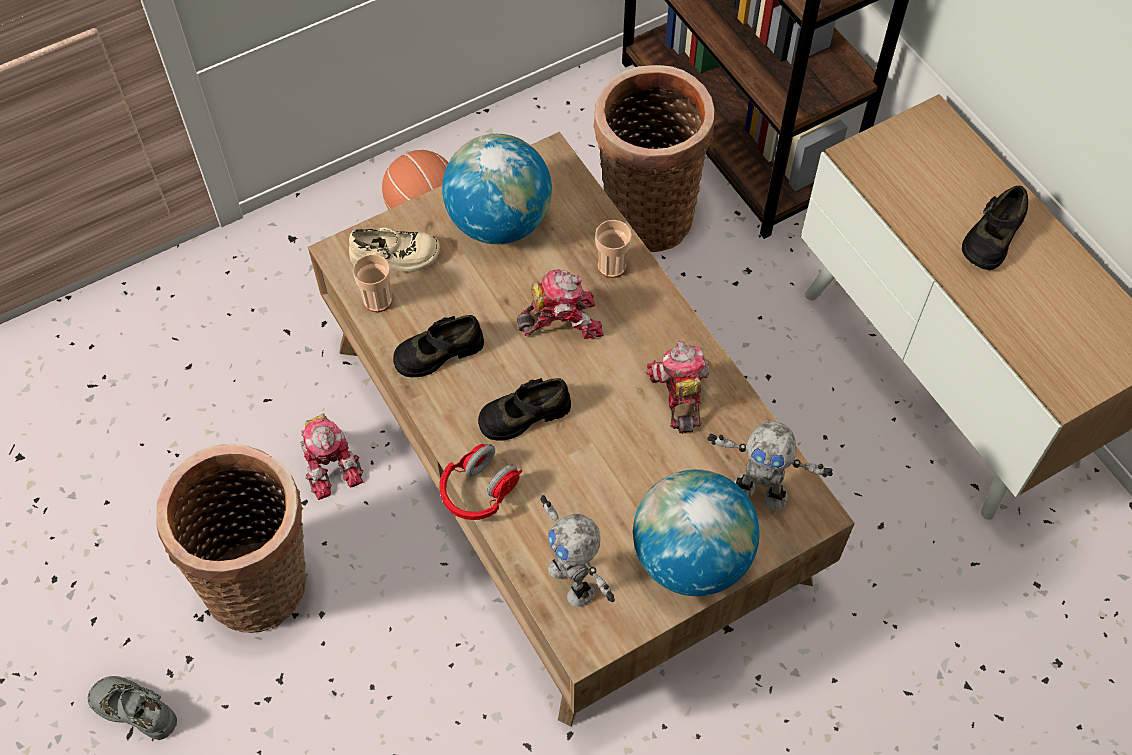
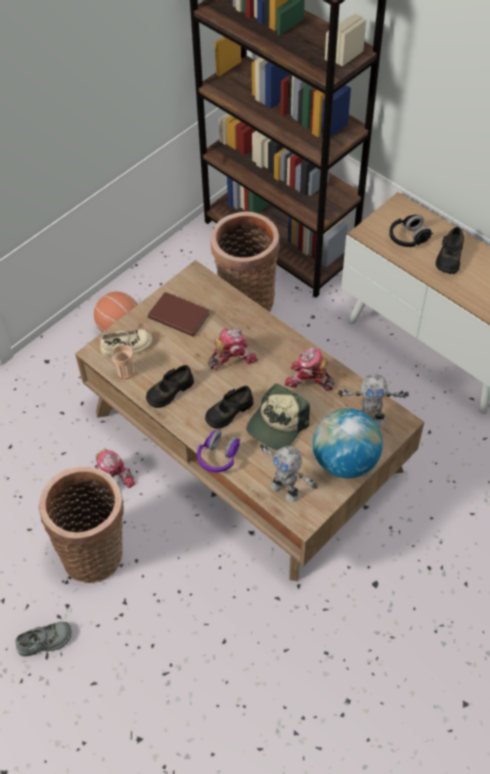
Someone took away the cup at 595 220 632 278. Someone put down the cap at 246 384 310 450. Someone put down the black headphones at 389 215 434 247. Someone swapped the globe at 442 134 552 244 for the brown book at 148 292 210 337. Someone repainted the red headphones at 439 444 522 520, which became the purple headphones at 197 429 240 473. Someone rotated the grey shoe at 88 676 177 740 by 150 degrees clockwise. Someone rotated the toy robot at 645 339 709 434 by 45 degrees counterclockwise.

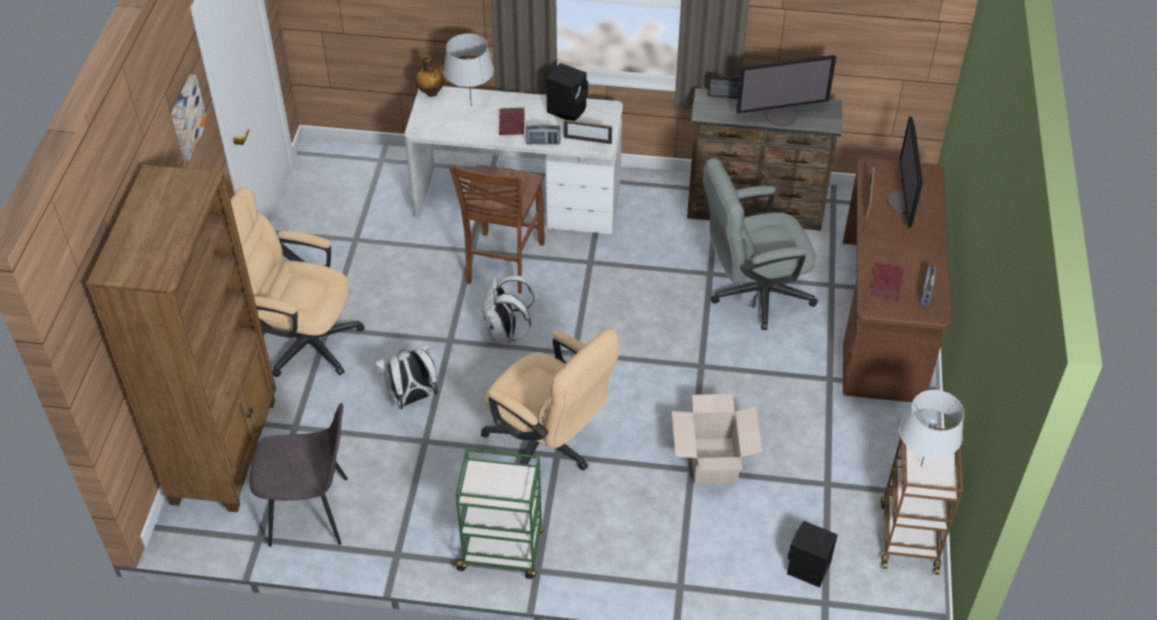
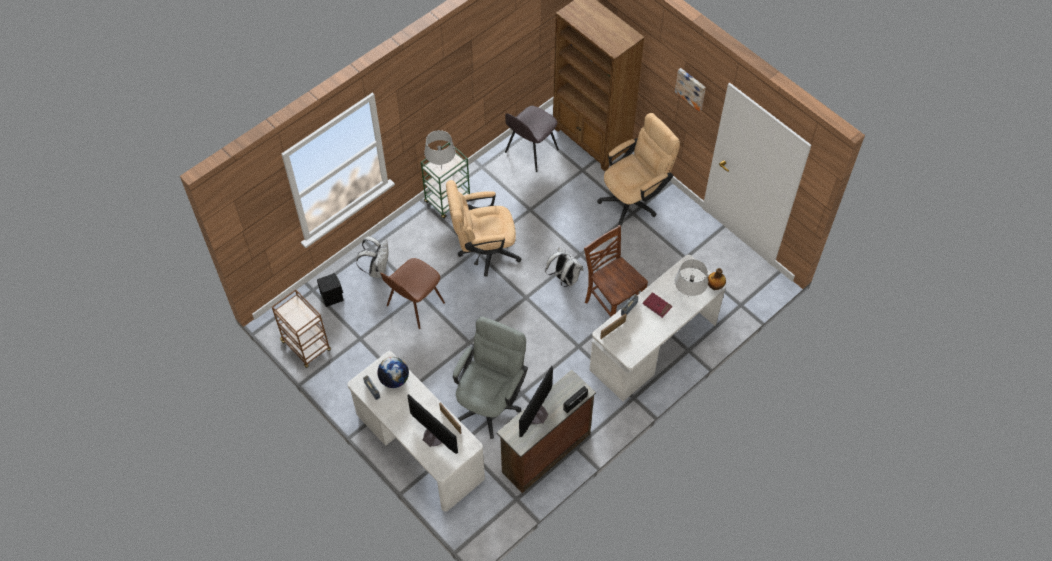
Someone took away the black speaker at 546 63 588 121. Someone carried the white backpack from 375 344 438 409 to 356 236 389 278. Someone carried the grey table lamp from 899 390 964 466 to 424 130 456 169. Someone swapped the cardboard box at 672 394 762 485 for the brown chair at 380 258 445 329. Someone swapped the red book at 871 263 903 301 for the globe at 377 357 409 388. Someone repainted the brown desk at 842 158 952 402, which became the white desk at 347 351 485 512.

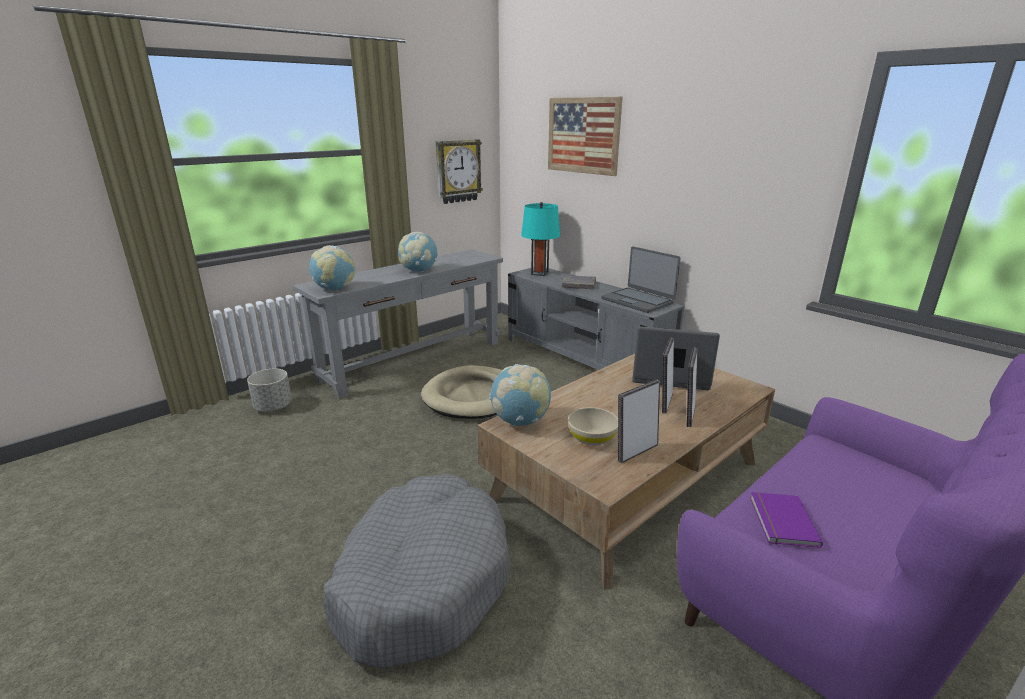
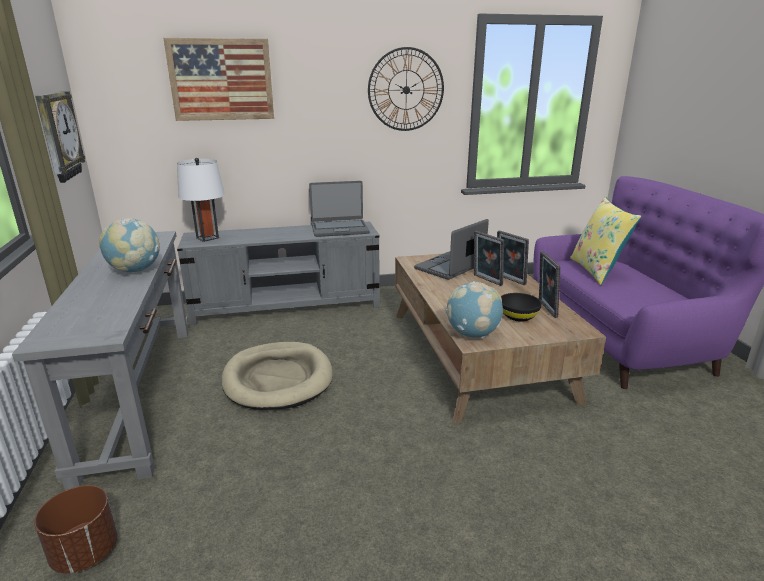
Someone took away the globe at 309 245 356 290. Someone took away the grey dog bed at 323 474 510 668. Someone took away the grey book at 562 275 596 289. Someone took away the purple book at 750 492 823 548. Someone put up the wall clock at 368 47 444 131. Someone put down the yellow pillow at 570 197 641 285. Someone repainted the grey planter at 247 369 292 412, which became the brown planter at 34 485 117 573. Someone repainted the turquoise table lamp at 521 202 560 276, which became the white table lamp at 177 158 225 242. Someone repainted the beige bowl at 568 407 618 446, which became the black bowl at 501 293 542 322.

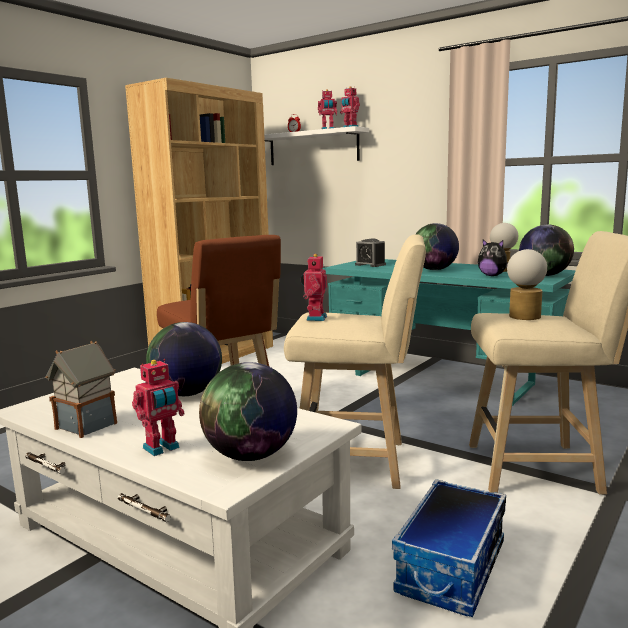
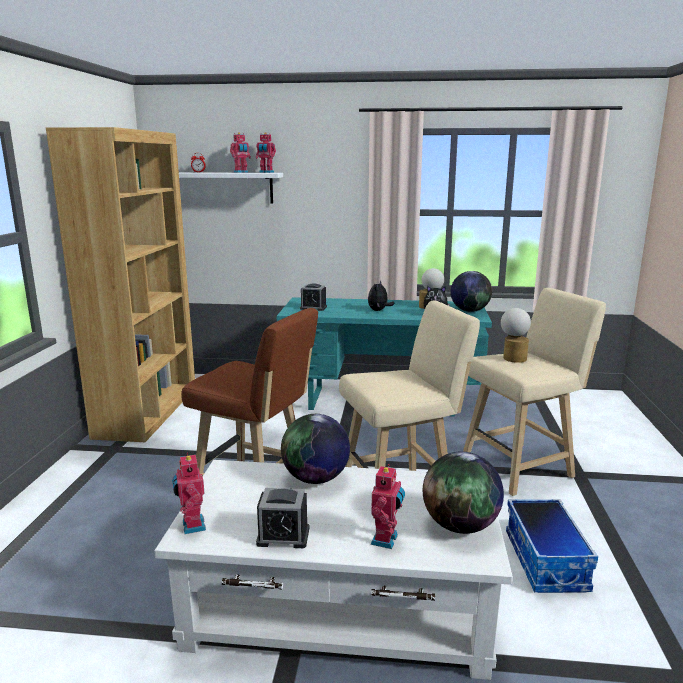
Someone carried the toy robot from 301 254 327 321 to 172 452 206 534. Someone swapped the toy house at 45 341 117 438 for the alarm clock at 256 488 309 548. Someone swapped the globe at 416 223 459 270 for the plush toy at 368 280 395 311.

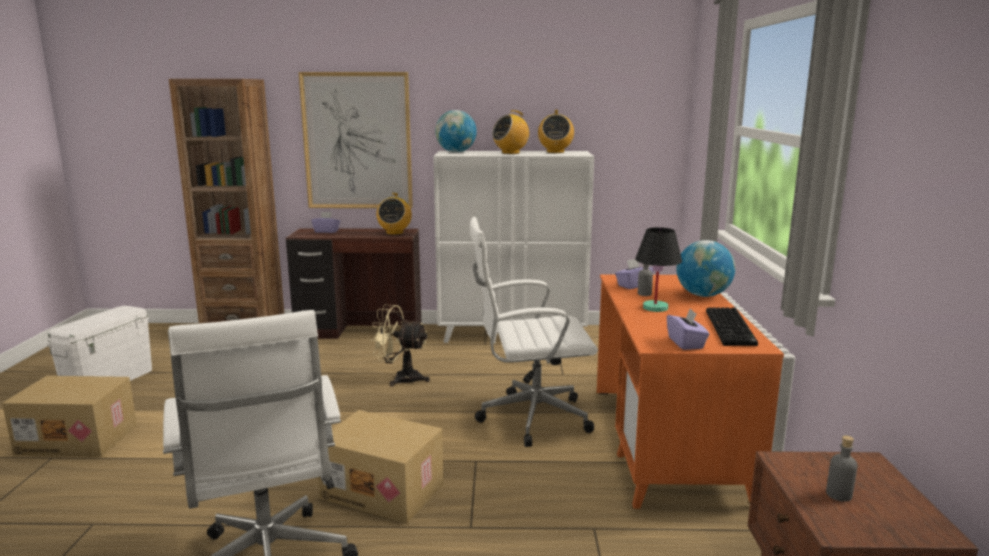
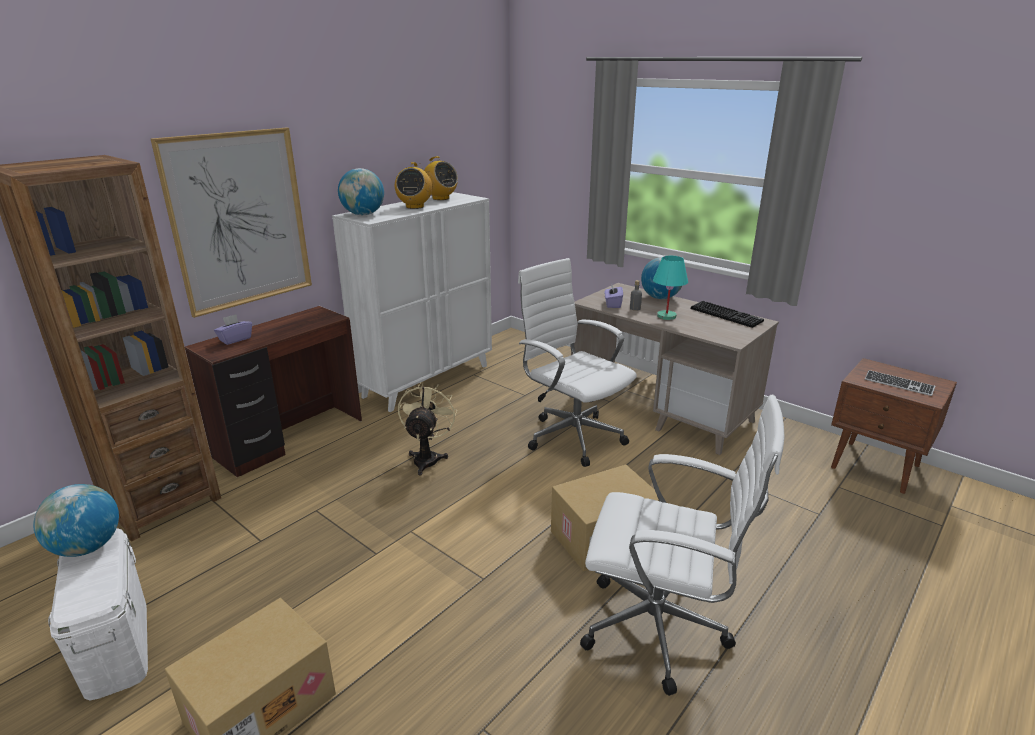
Someone took away the radio at 376 193 412 235. Someone took away the purple tissue box at 667 308 709 350. Someone put down the globe at 33 484 119 557. Someone swapped the grey bottle at 826 435 858 502 for the keyboard at 865 370 935 396. Someone repainted the orange desk at 597 274 784 509, which became the beige desk at 569 283 779 455. Someone repainted the black table lamp at 635 227 682 312, which became the turquoise table lamp at 653 256 688 320. Someone rotated the beige fan at 370 305 430 387 by 135 degrees clockwise. Someone rotated the white office chair at 470 217 598 447 by 105 degrees clockwise.

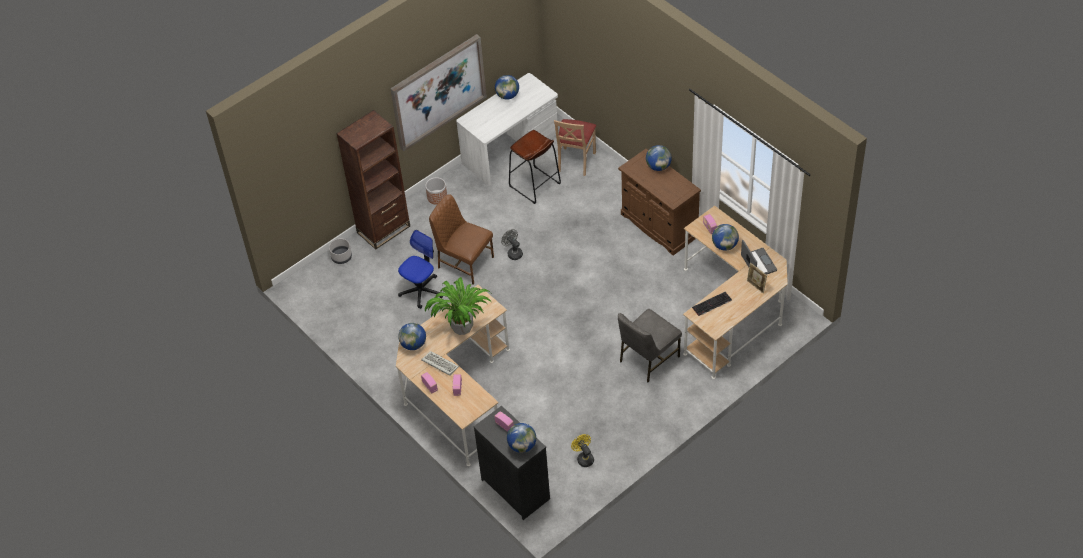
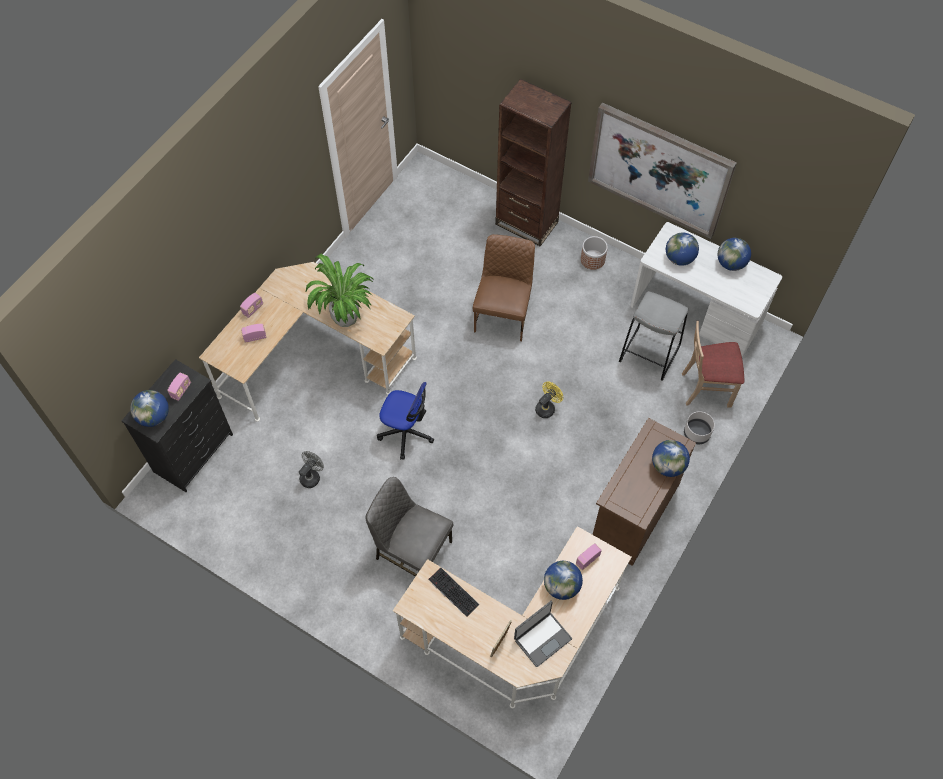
Someone took away the keyboard at 421 351 459 376. Someone carried the grey planter from 329 239 352 264 to 684 411 715 444. Someone carried the office chair from 398 230 443 309 to 377 382 434 459. Someone carried the globe from 398 323 426 350 to 666 233 699 266. Someone carried the grey fan from 501 229 523 260 to 299 451 324 488. Someone carried the yellow fan from 571 434 594 467 to 535 382 563 418. Someone repainted the brown stool at 509 130 561 204, which became the grey stool at 619 291 688 381.

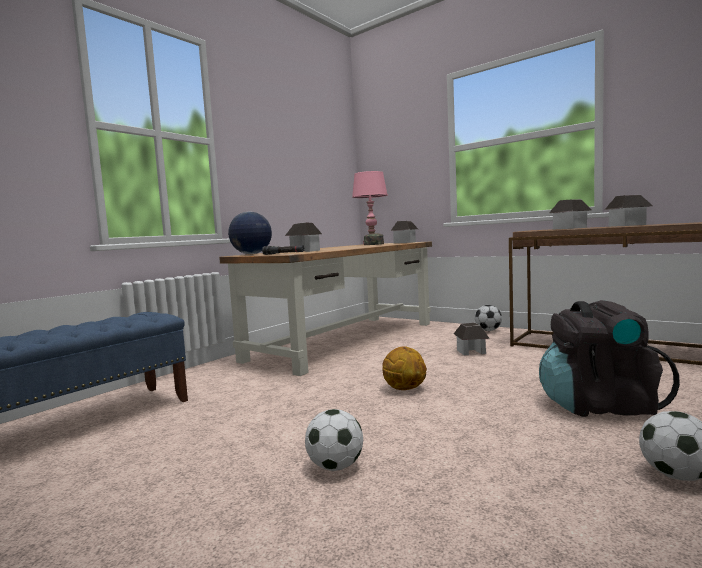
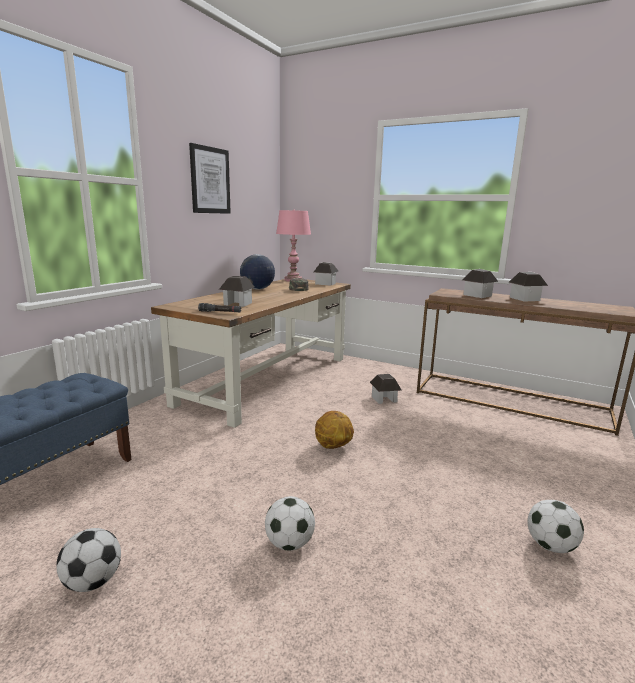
Someone took away the black backpack at 539 300 680 417. Someone put up the picture at 189 143 231 214. Someone carried the globe from 228 212 272 254 to 240 254 275 290. Someone carried the football from 475 305 502 331 to 57 528 121 592.

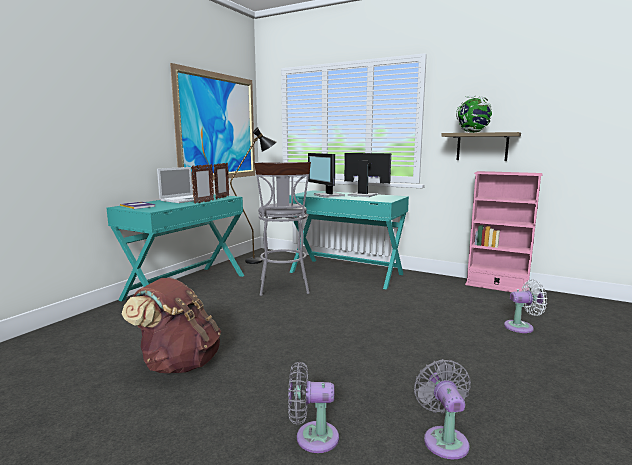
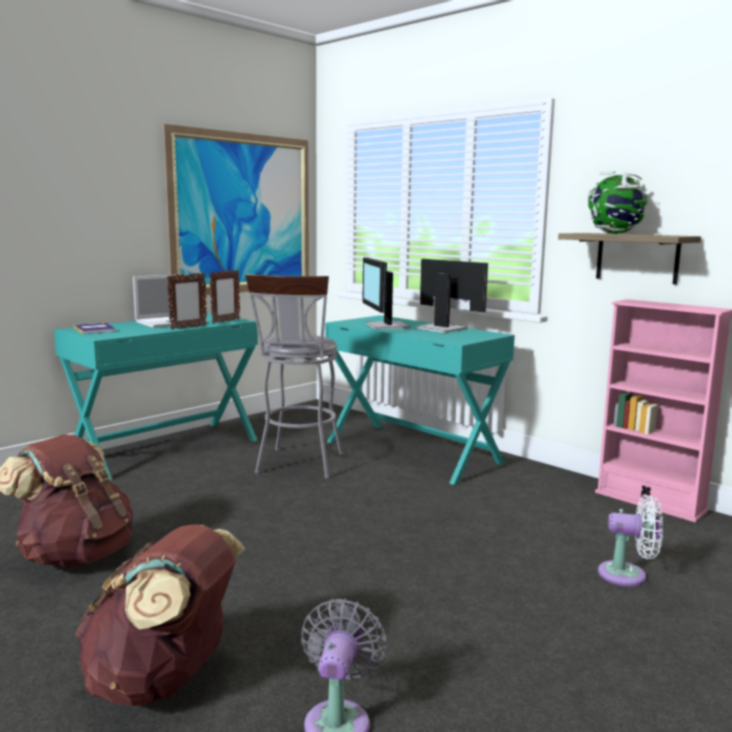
Someone took away the black floor lamp at 230 127 277 264. Someone swapped the grey fan at 288 362 339 453 for the brown backpack at 76 525 245 706.

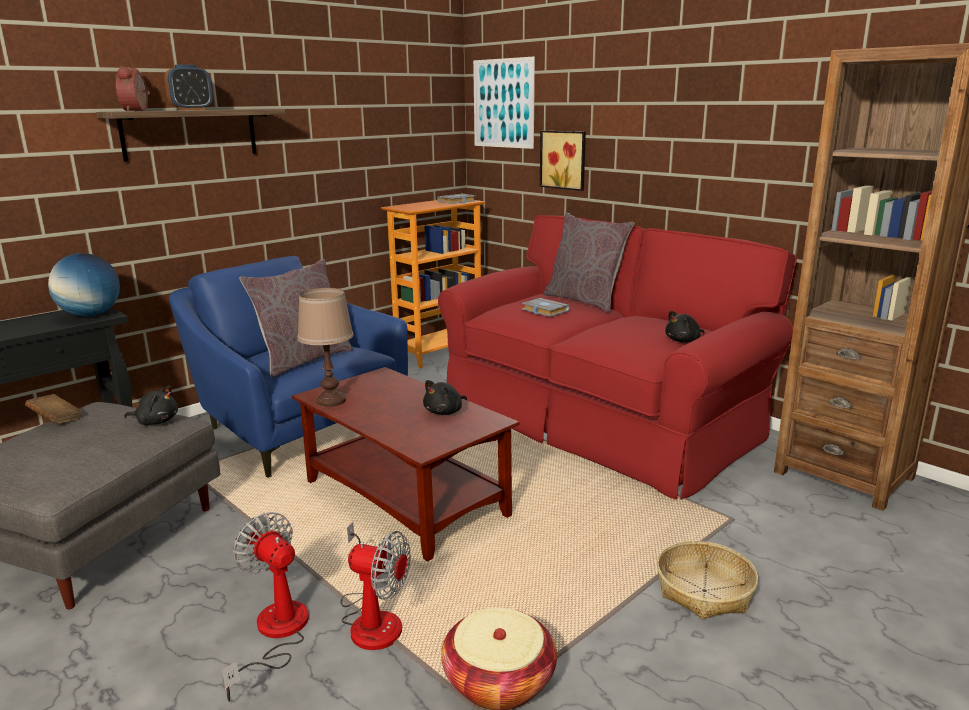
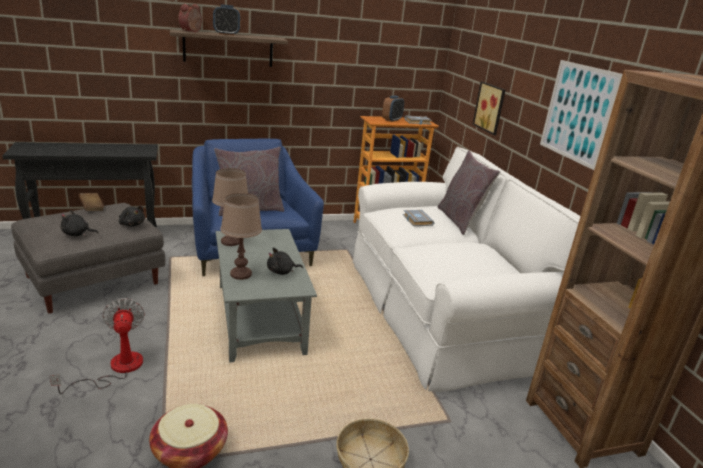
Someone took away the globe at 48 253 120 317. Someone took away the fan at 341 522 411 650. Someone put down the brown table lamp at 221 193 262 280. Someone put down the alarm clock at 382 96 404 122. Someone carried the picture from 473 57 535 149 to 540 60 623 170. Someone carried the black plush toy from 665 311 705 343 to 61 210 99 236. Someone repainted the brown coffee table at 292 367 520 561, which became the grey coffee table at 216 229 317 363. Someone repainted the red sofa at 438 215 797 500, which became the white sofa at 353 147 580 392.

